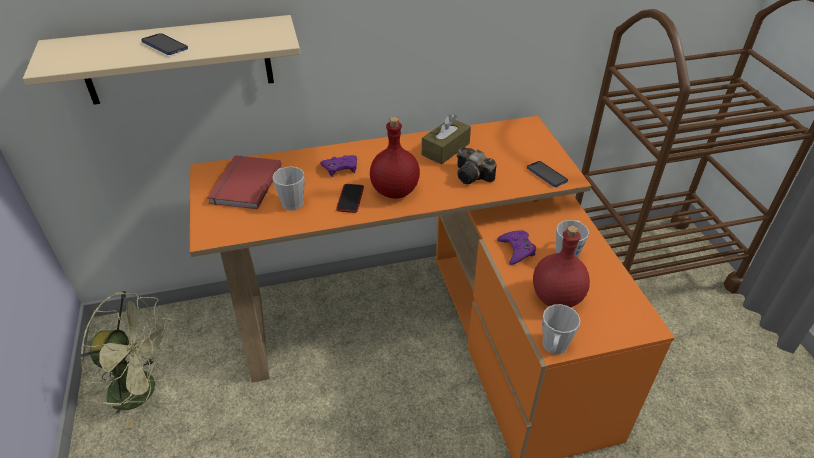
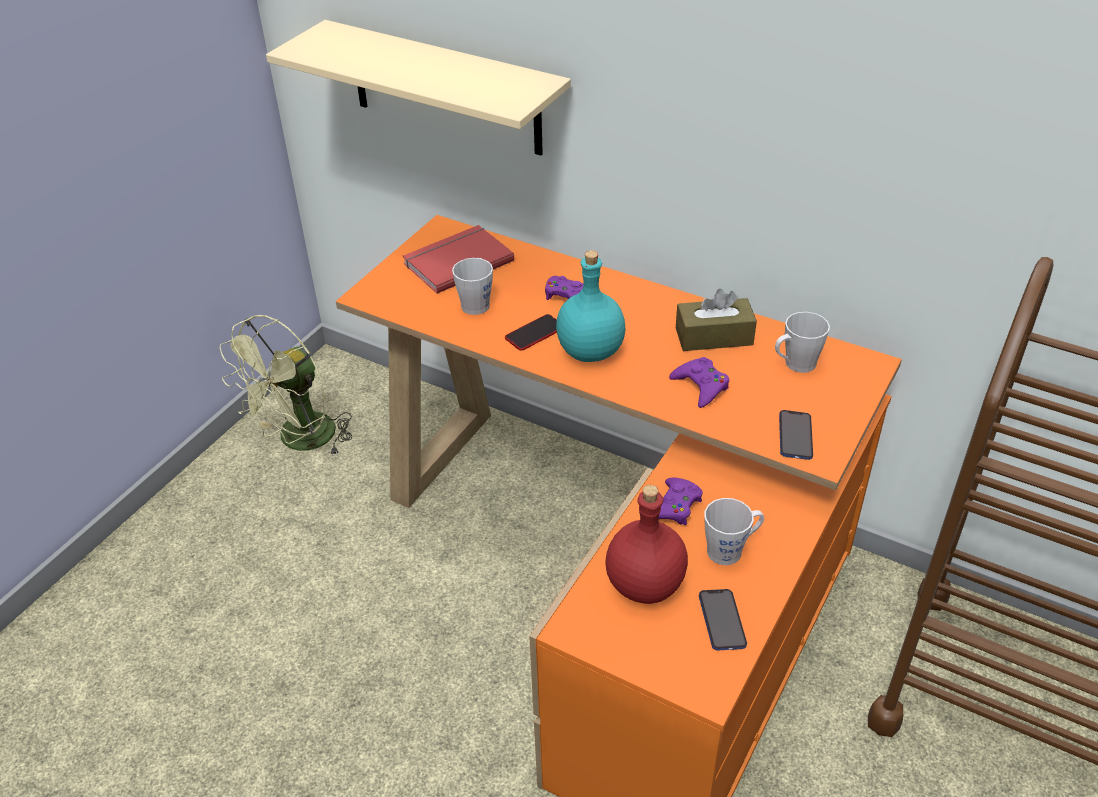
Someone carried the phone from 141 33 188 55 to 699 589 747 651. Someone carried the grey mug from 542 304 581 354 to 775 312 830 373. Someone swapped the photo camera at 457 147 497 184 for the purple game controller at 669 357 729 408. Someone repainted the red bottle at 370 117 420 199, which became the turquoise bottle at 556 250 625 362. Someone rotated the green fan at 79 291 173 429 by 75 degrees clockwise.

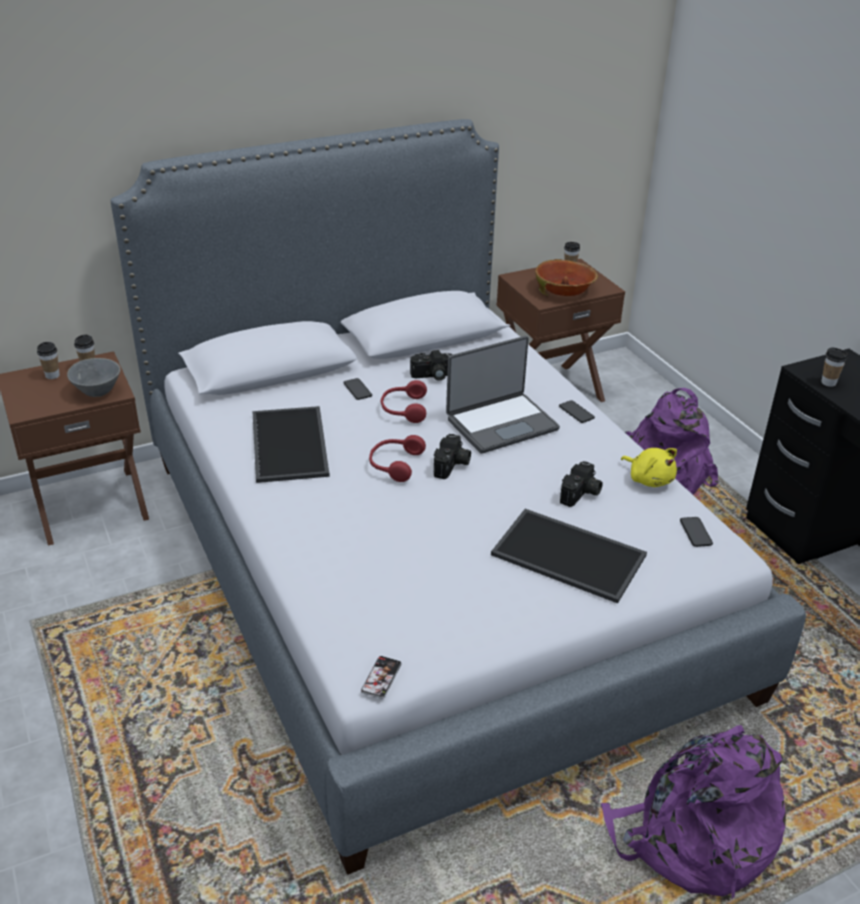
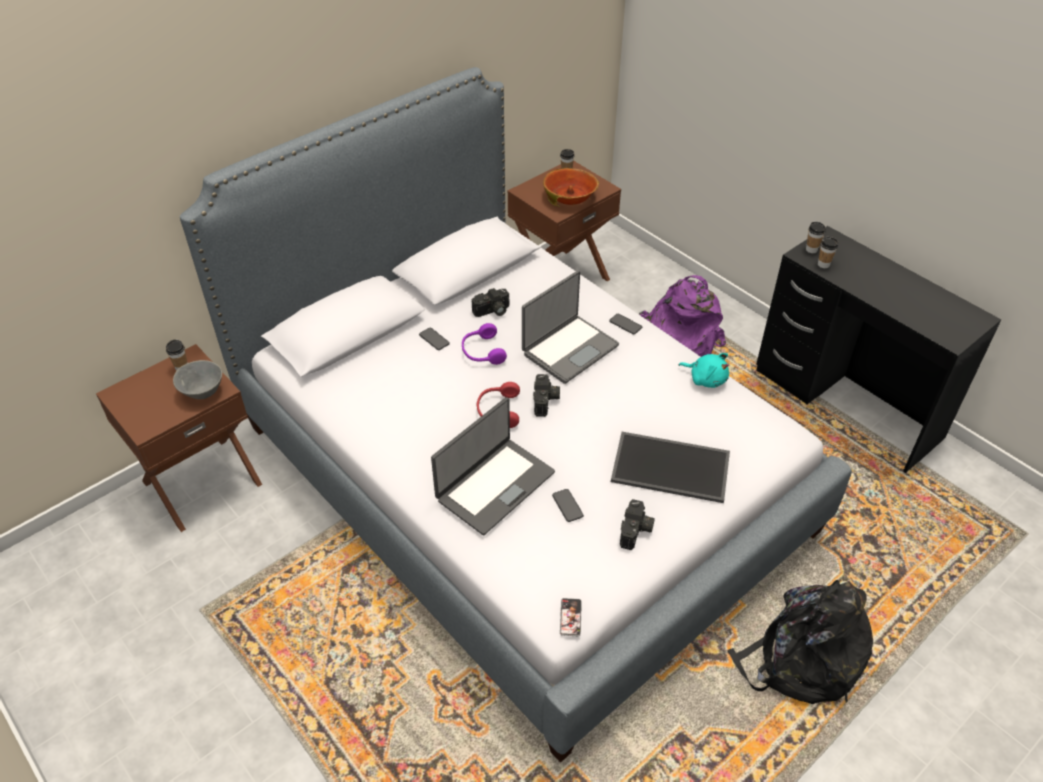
Someone took away the tray at 252 406 330 483. Someone put down the laptop at 431 397 555 535. Someone carried the cup from 37 342 60 379 to 806 222 826 253. Someone carried the photo camera from 560 461 603 507 to 620 499 655 550. Someone carried the phone from 680 517 713 547 to 552 489 584 522. Someone repainted the red headphones at 381 380 427 423, which became the purple headphones at 462 323 507 365. Someone repainted the purple backpack at 601 725 786 898, which became the black backpack at 727 580 873 704. Someone repainted the yellow plush toy at 621 448 677 487, which became the turquoise plush toy at 679 353 729 388.

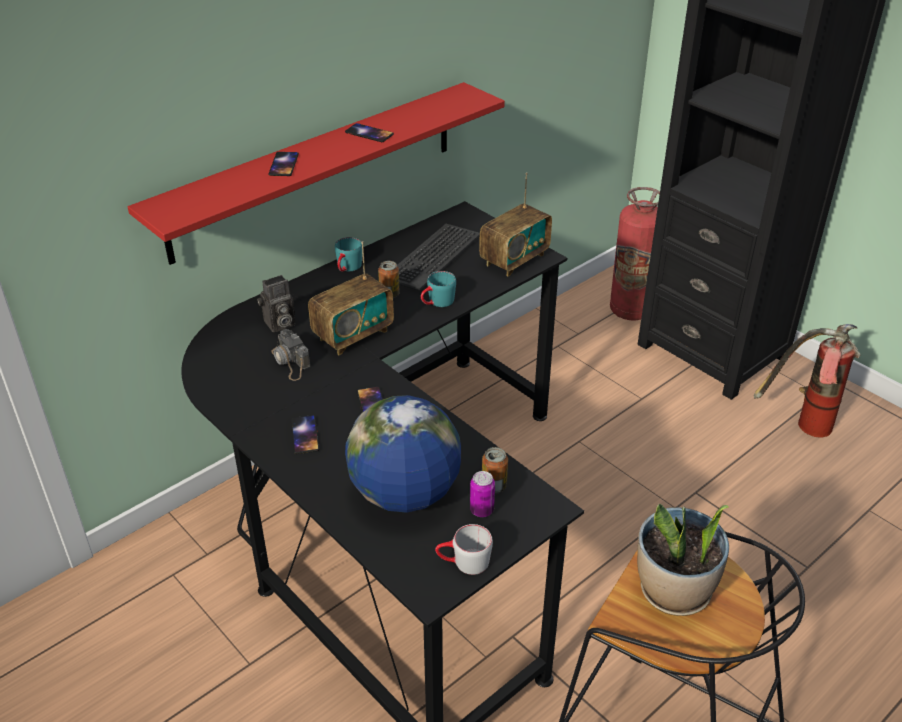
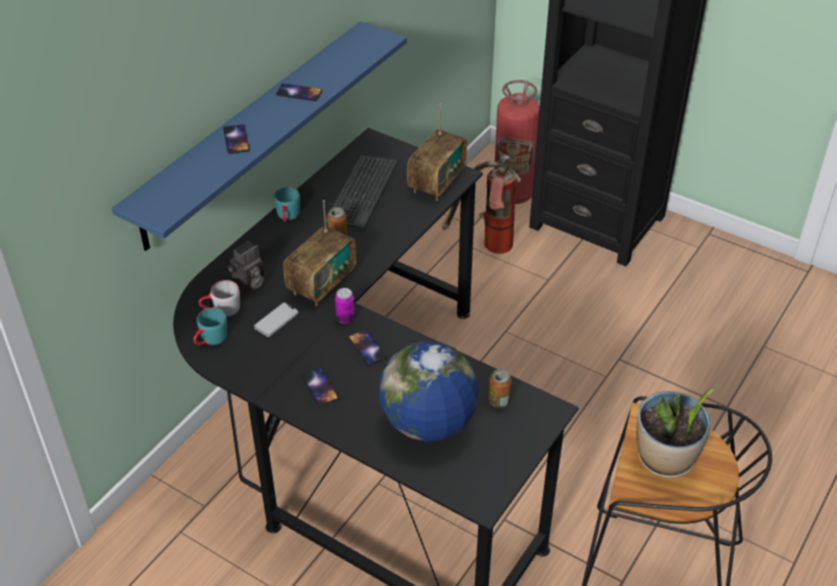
Someone carried the turquoise mug from 421 271 456 307 to 193 308 227 346. Someone carried the grey mug from 435 524 493 575 to 199 280 240 317. Someone carried the can from 470 471 495 517 to 335 288 355 324. Someone carried the fire extinguisher from 754 324 861 438 to 442 155 521 254. Someone swapped the photo camera at 272 329 310 381 for the phone at 254 302 299 337. Someone repainted the red shelf at 128 82 505 265, which became the blue shelf at 112 21 407 251.

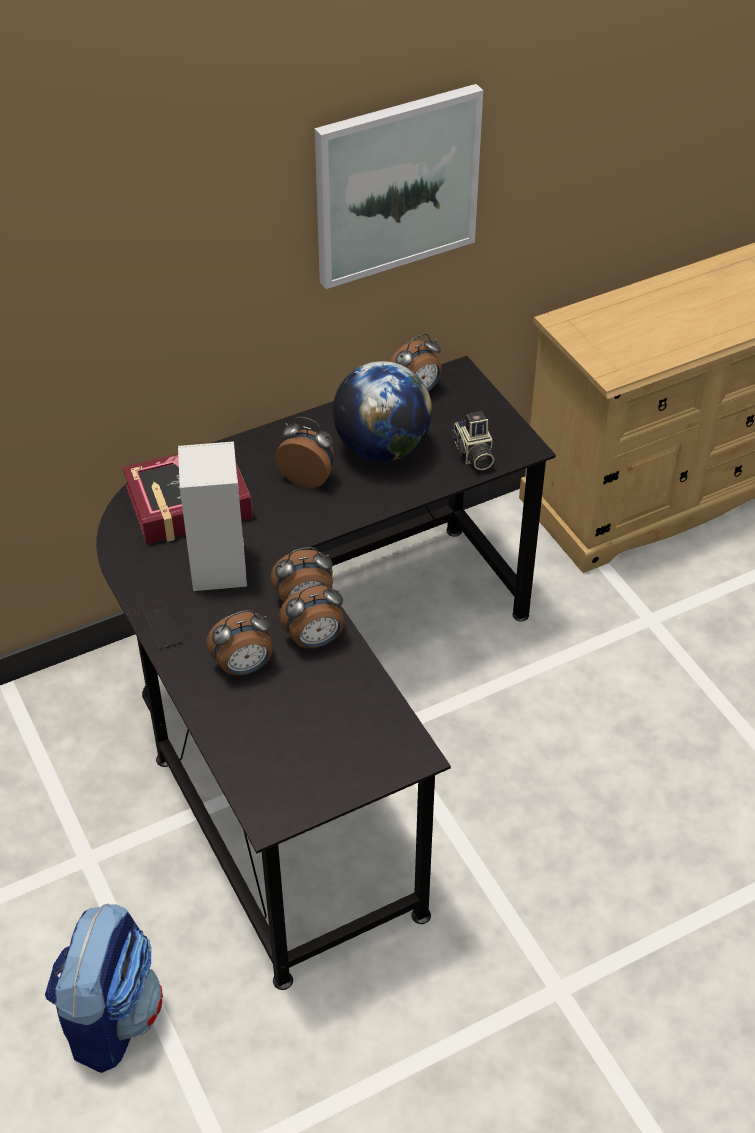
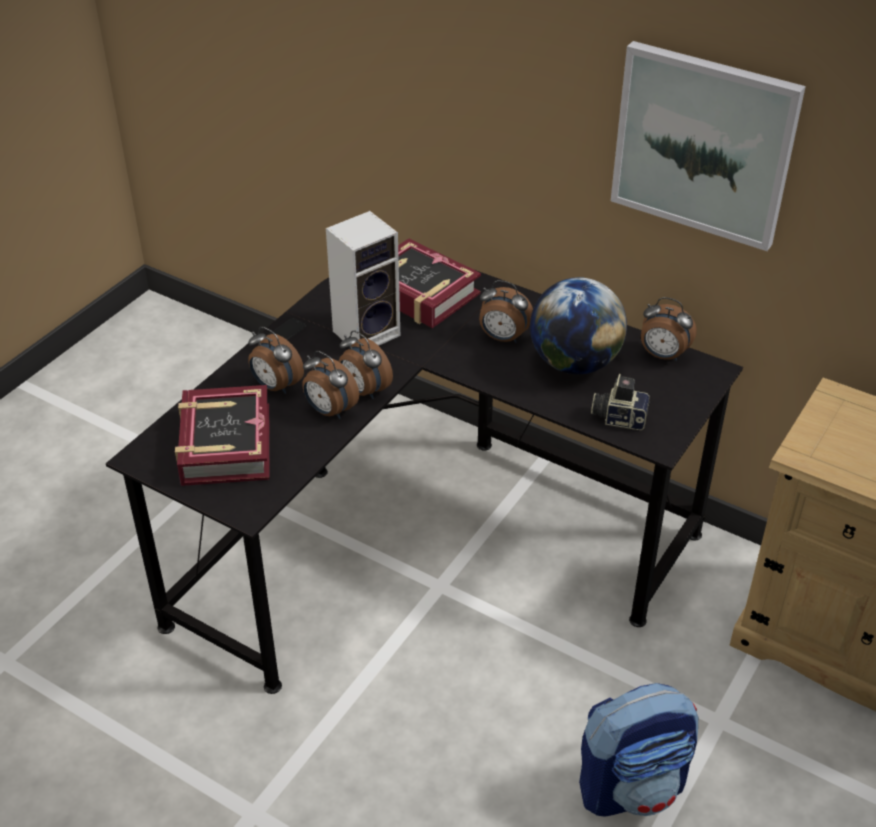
Someone put down the book at 175 385 270 486. Someone carried the backpack from 45 904 163 1073 to 579 683 698 816. Someone rotated the alarm clock at 275 417 334 488 by 120 degrees clockwise. Someone rotated the photo camera at 452 412 494 470 by 60 degrees clockwise.

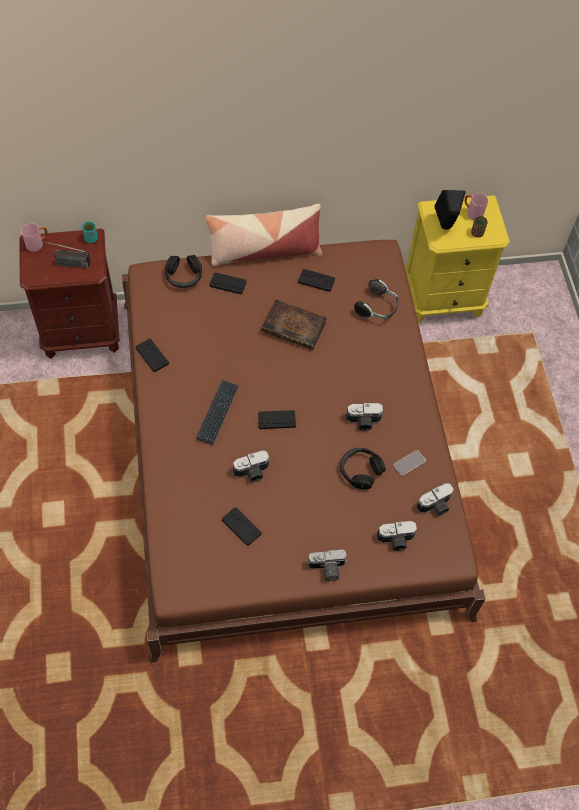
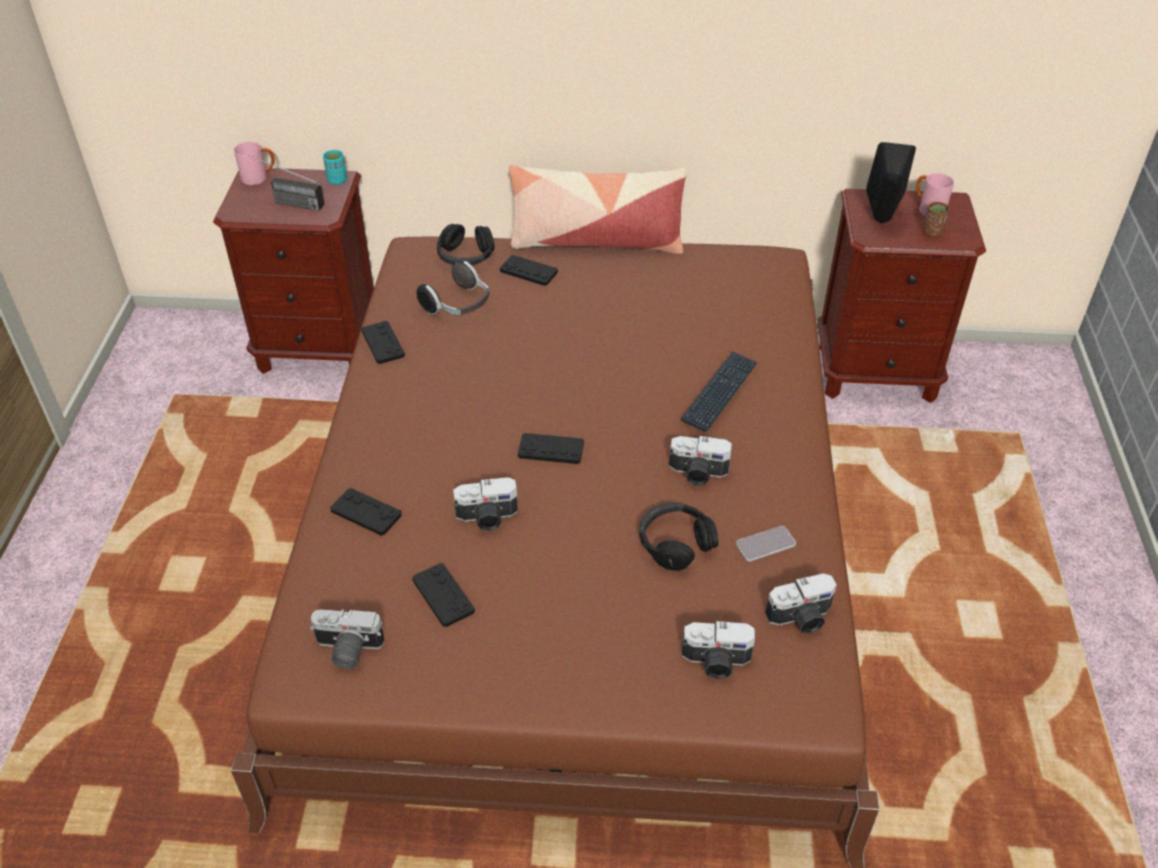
Someone took away the book at 261 300 327 350. Someone carried the keyboard from 196 380 239 445 to 681 351 758 432. Someone carried the black game controller from 298 269 335 292 to 330 488 402 536. Someone carried the photo camera from 308 549 347 581 to 310 609 384 669. Someone carried the headphones from 354 279 399 319 to 416 261 489 315. Someone repainted the yellow nightstand at 405 195 510 323, which became the brown nightstand at 818 189 986 403.

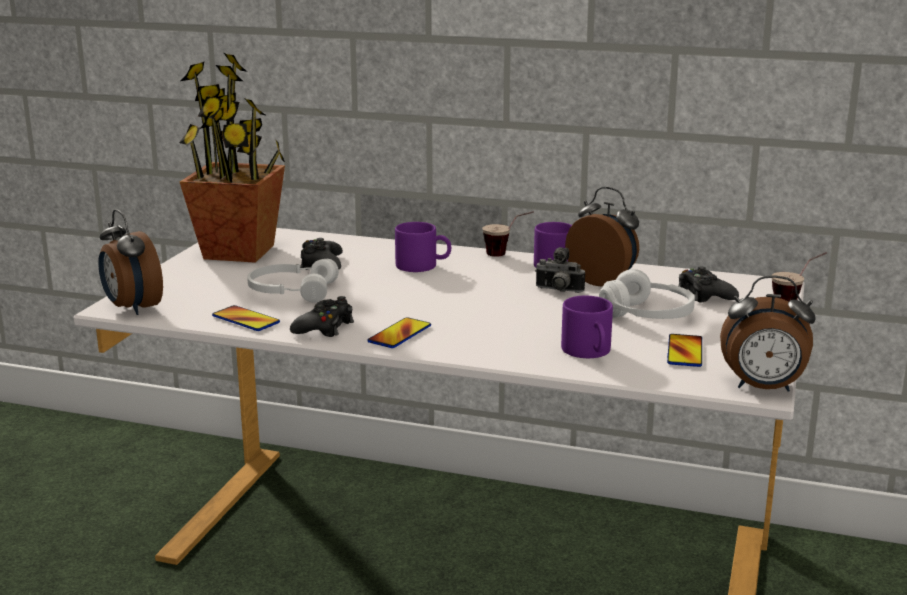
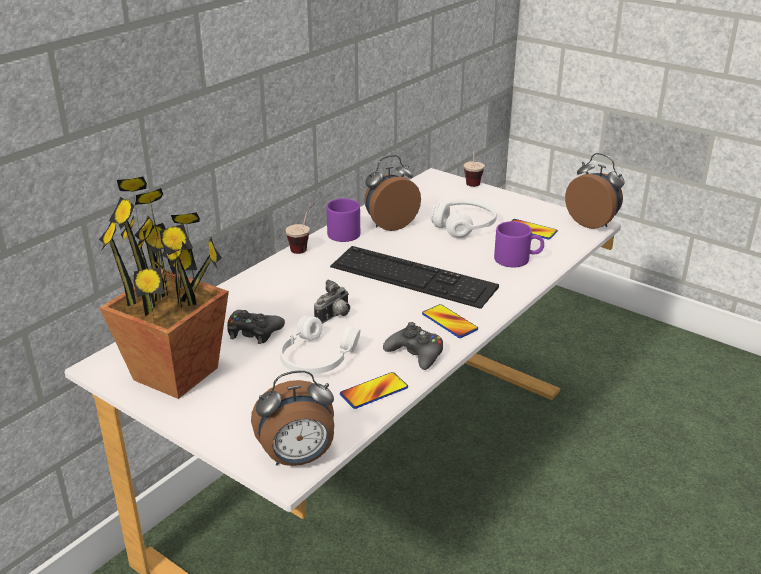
Someone took away the purple mug at 395 222 451 272. Someone took away the black game controller at 678 266 739 303. Someone put down the keyboard at 330 246 499 309. Someone carried the photo camera from 535 247 585 293 to 314 280 350 324. Someone rotated the alarm clock at 720 276 816 392 by 75 degrees counterclockwise.

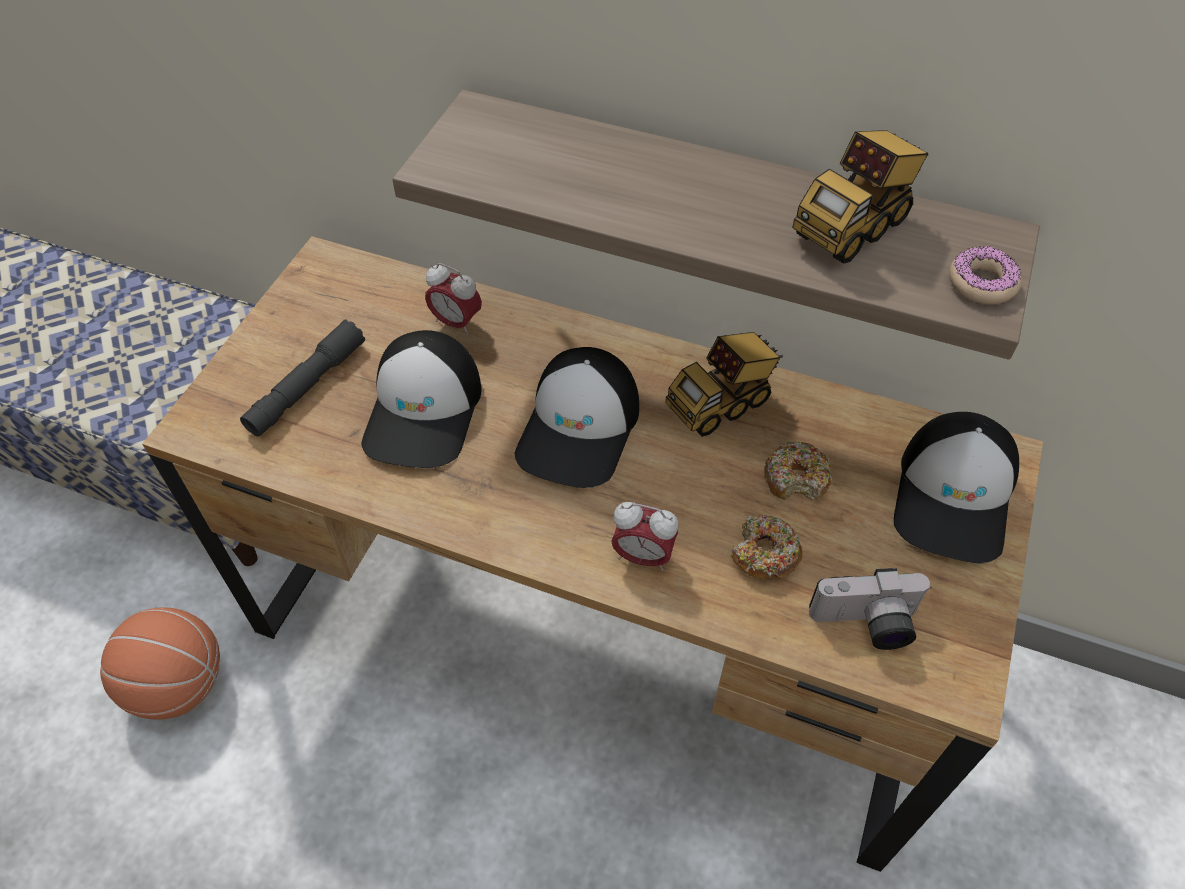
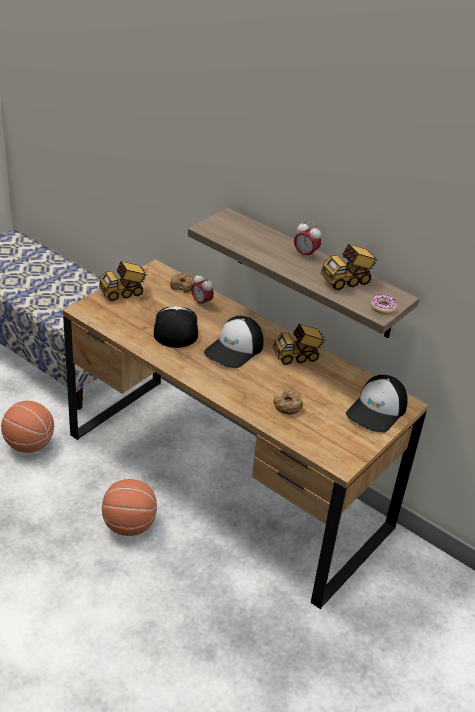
Someone took away the grey flashlight at 240 320 365 437. Someone took away the photo camera at 809 568 932 650. Someone put down the toy truck at 99 261 147 301. Someone put down the basketball at 102 479 157 536. Someone carried the alarm clock from 611 502 679 571 to 294 221 321 260. Someone carried the donut from 764 441 832 500 to 170 273 195 293. Someone rotated the cap at 361 330 481 468 by 150 degrees clockwise.

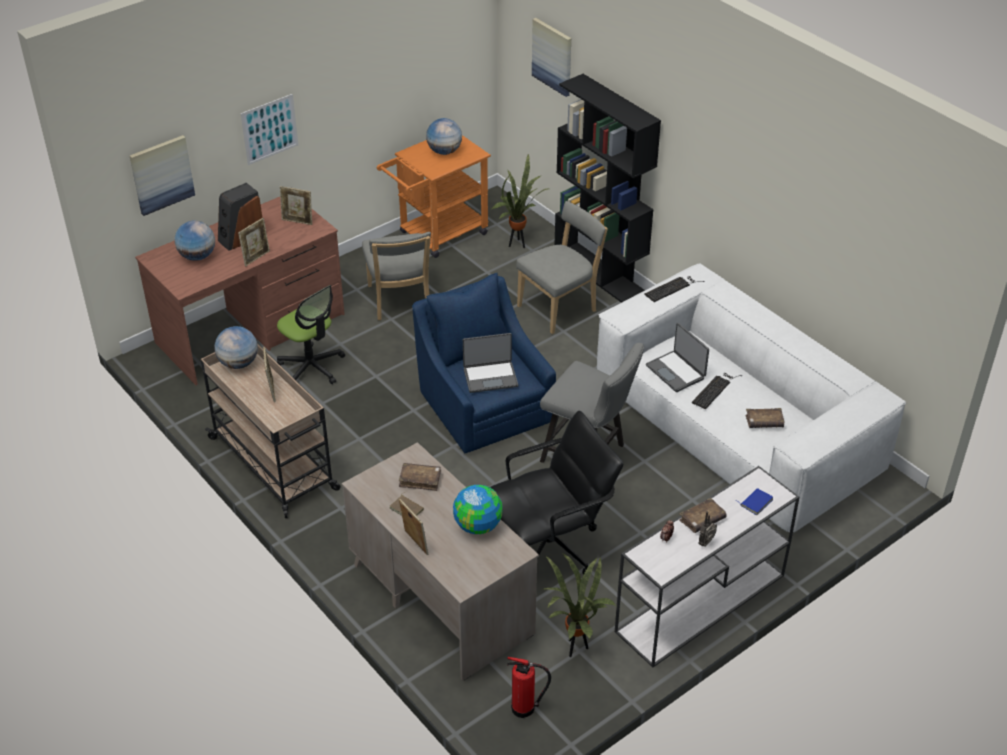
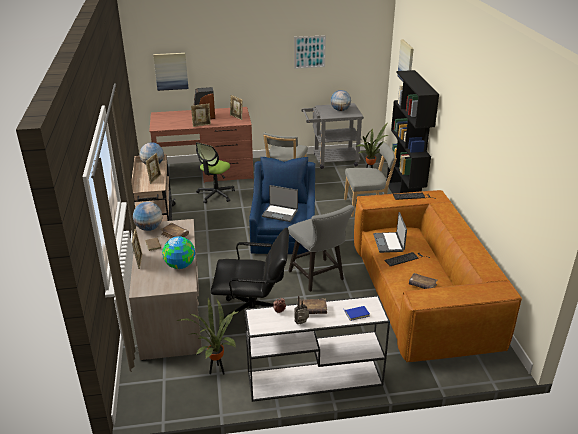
Someone took away the fire extinguisher at 507 657 551 718. Someone carried the globe from 174 221 215 261 to 133 202 163 231. Someone carried the picture from 241 94 298 165 to 294 35 326 69. Someone repainted the orange cart at 377 135 491 258, which became the grey cart at 301 103 364 169. Someone repainted the white sofa at 597 263 906 533, which became the brown sofa at 354 190 522 363. Someone rotated the office chair at 277 285 345 384 by 45 degrees clockwise.

